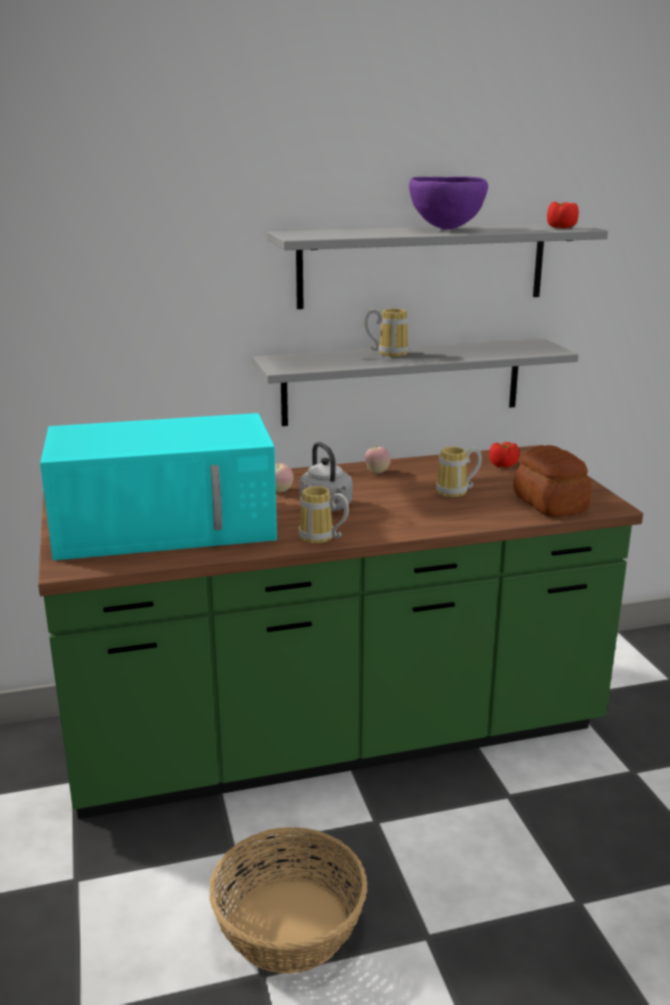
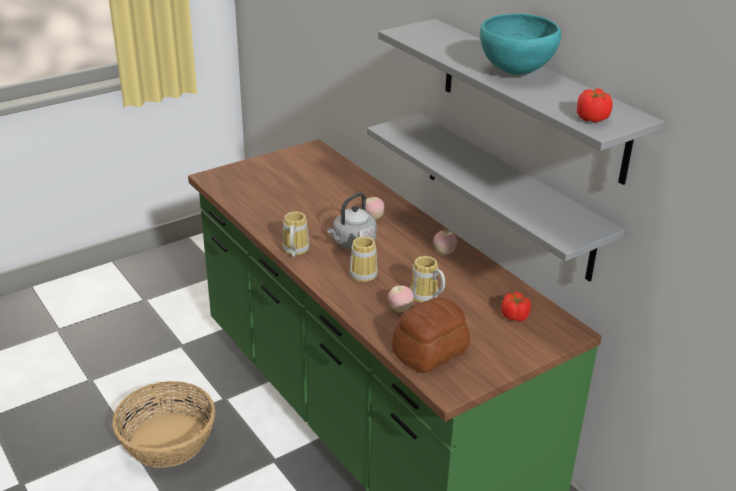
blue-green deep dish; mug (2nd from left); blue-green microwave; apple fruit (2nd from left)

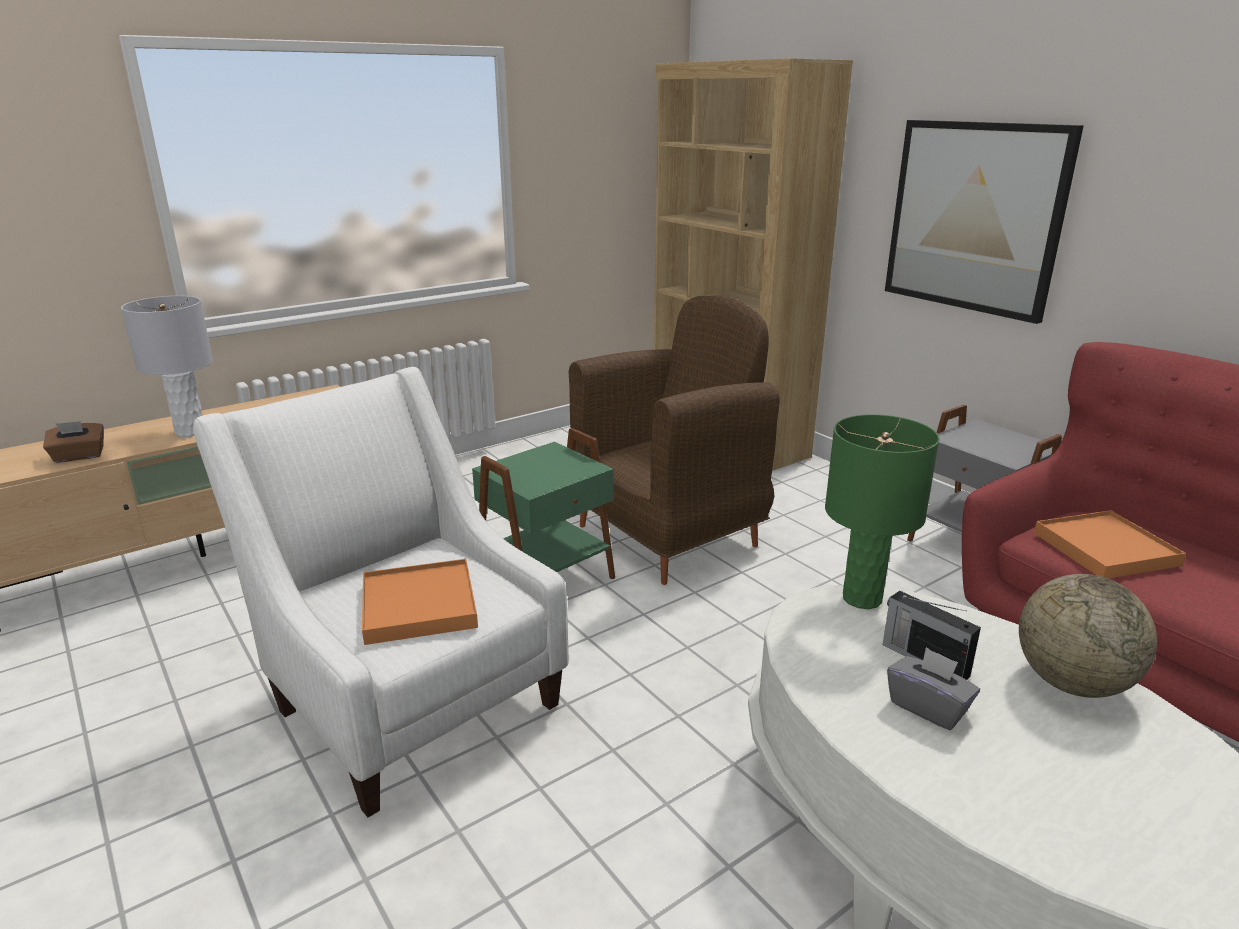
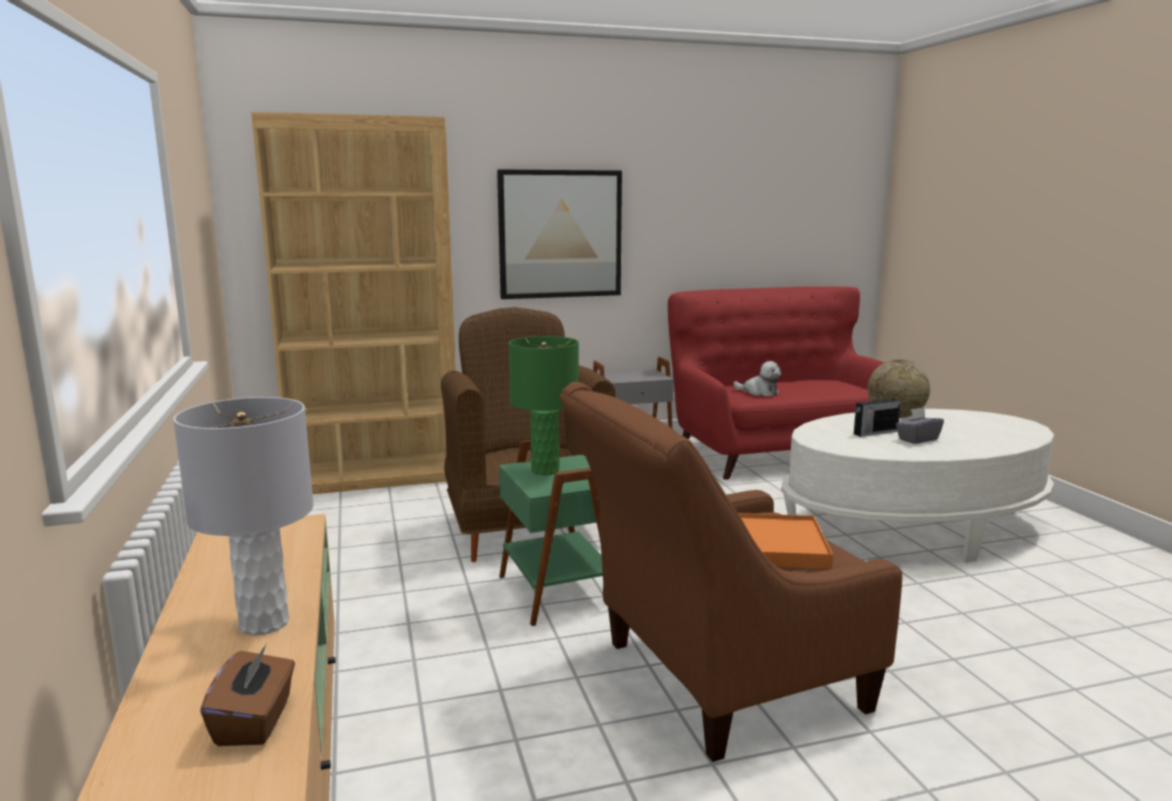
brownish lounge chair (2nd from left); green-coloured tabletop lamp; cuddly toy

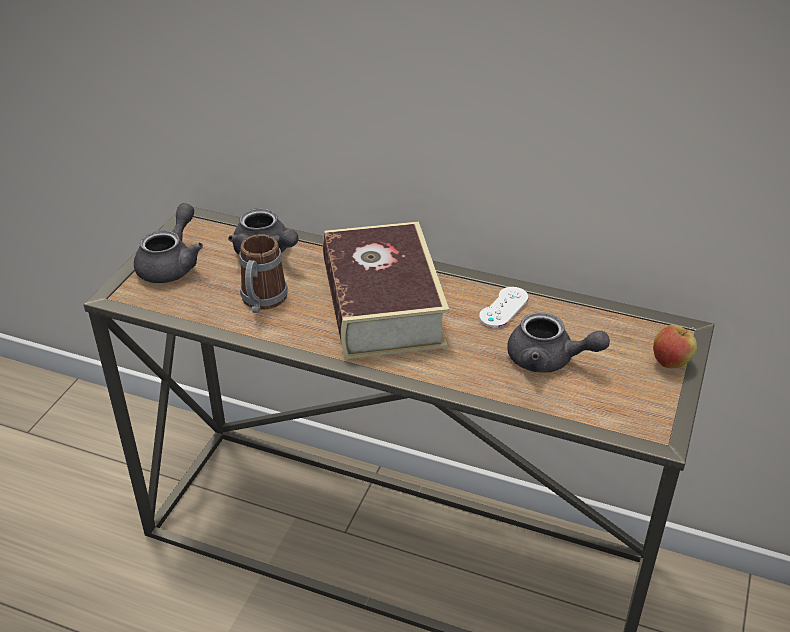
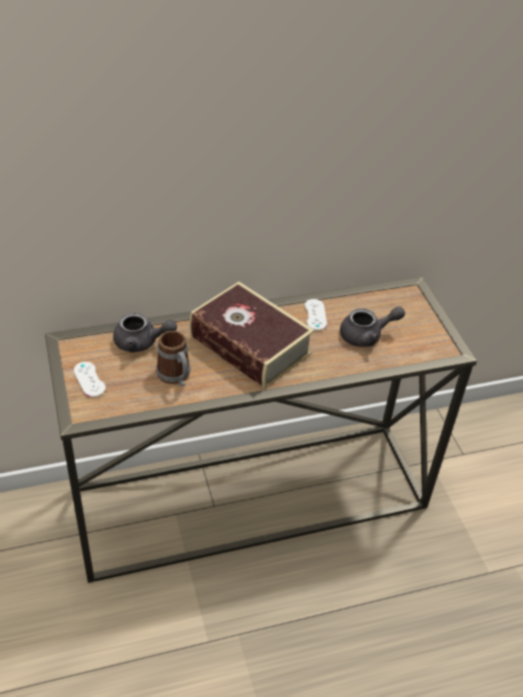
white gamepad (1st from left); apple fruit

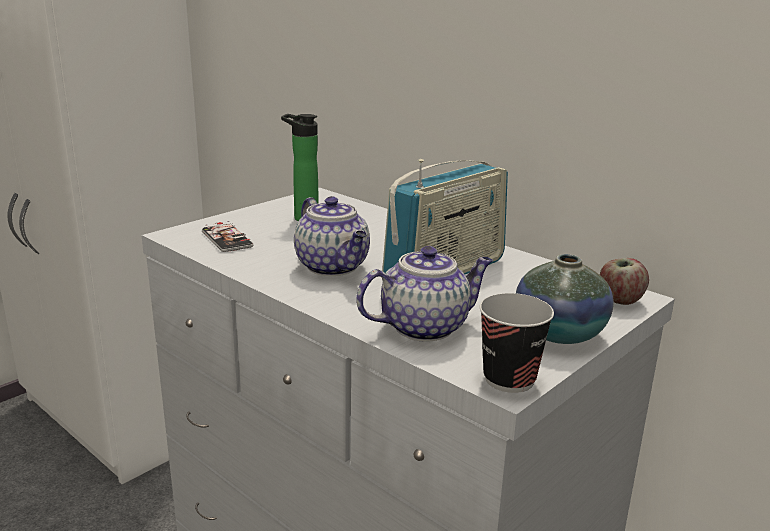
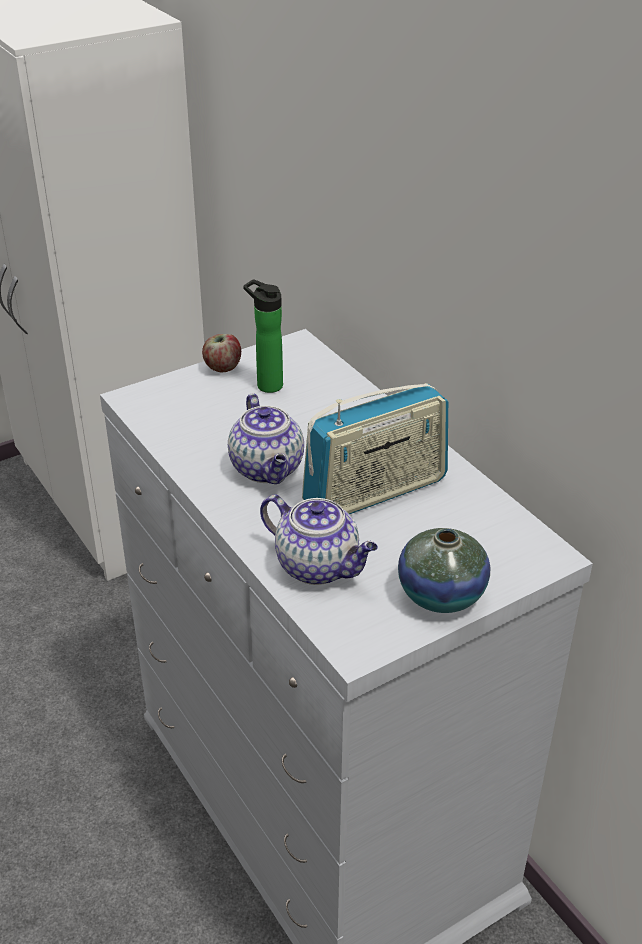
telephone; tea pot (2nd from left); apple fruit; small cup

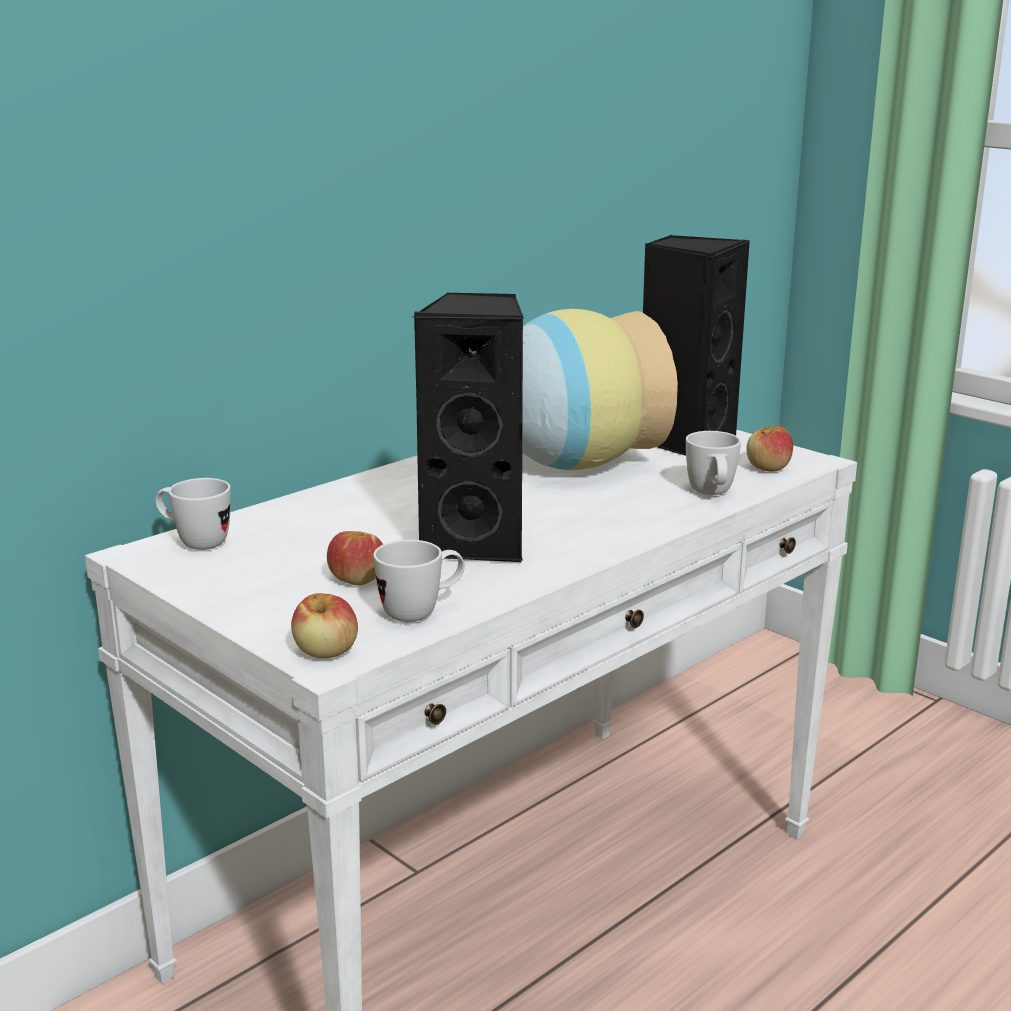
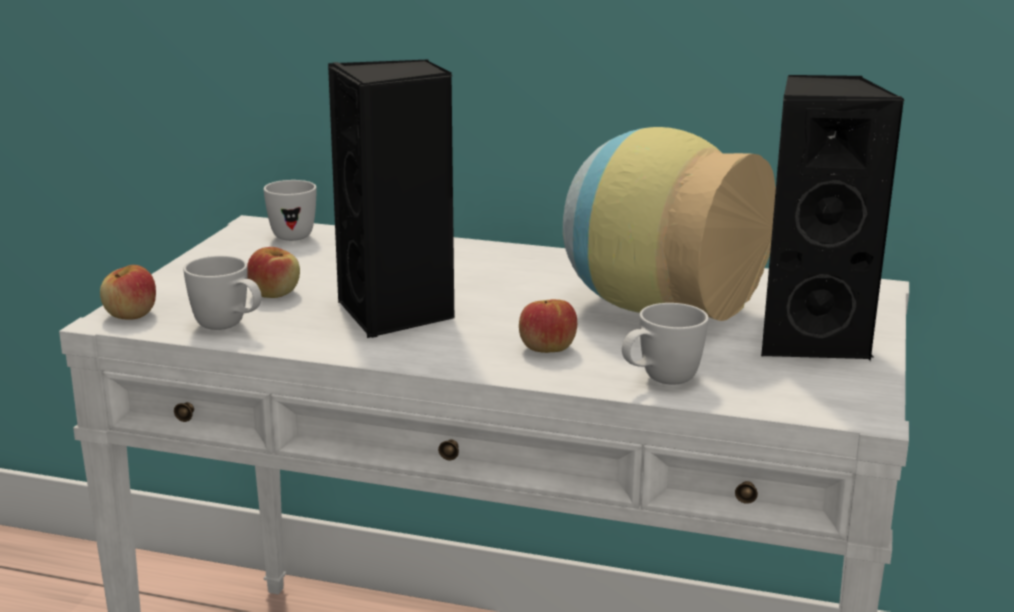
apple fruit (3rd from left)

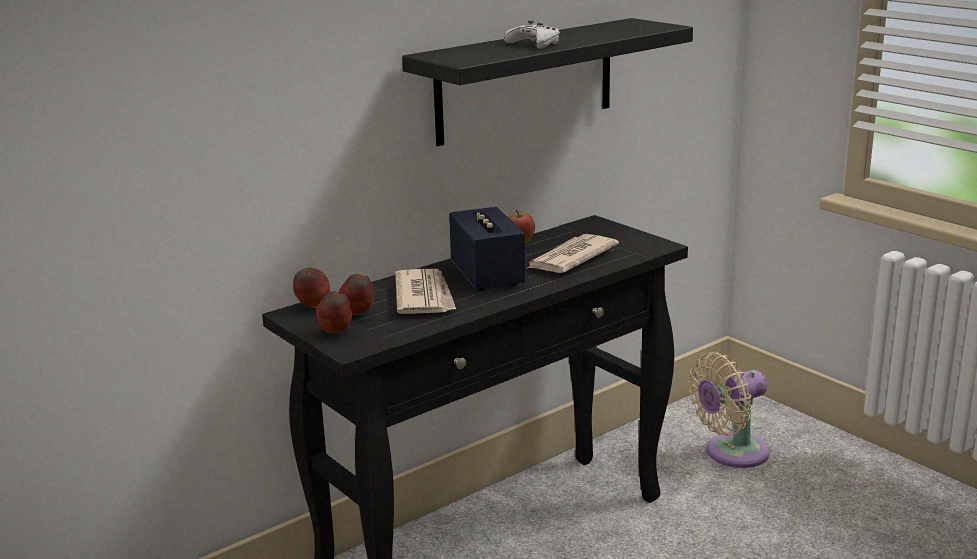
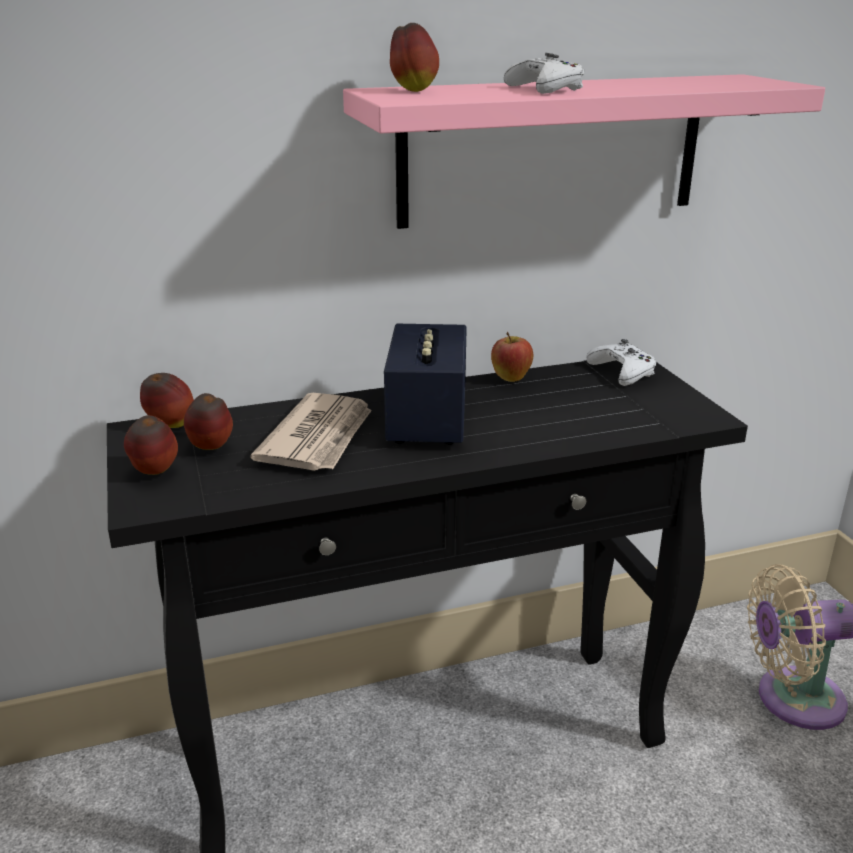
pinkish shelf; printed paper (2nd from left in the first image); apple fruit (4th from left); white gamepad (2nd from left)

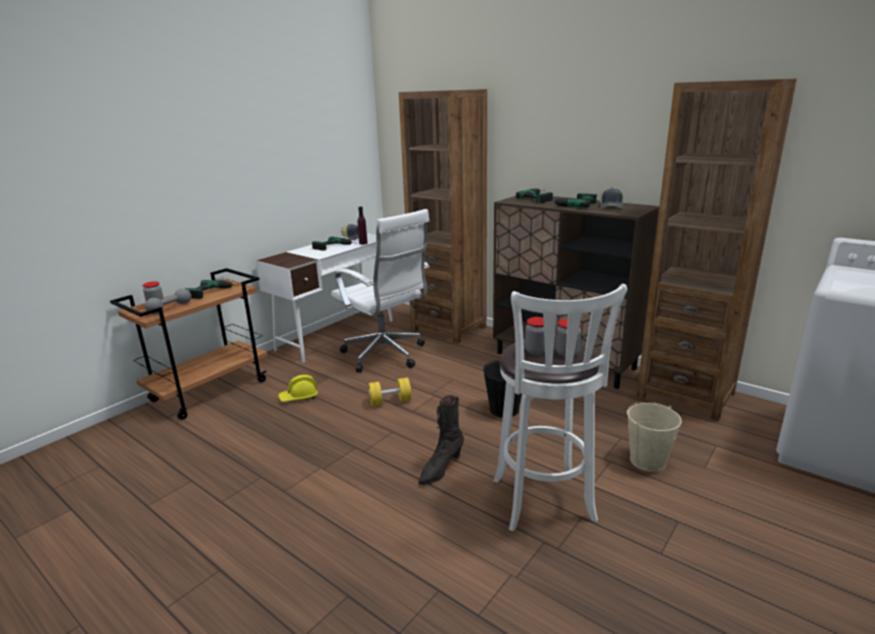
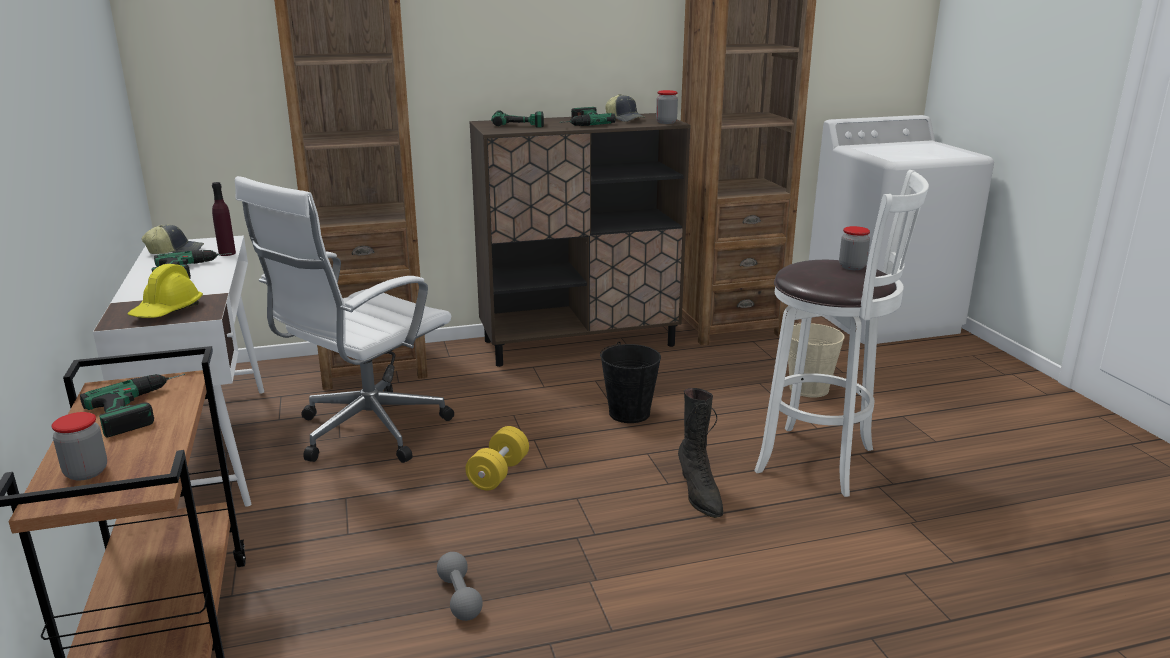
white computer chair; greyish dumbbell; storage jar (2nd from left); yellowish hard hat

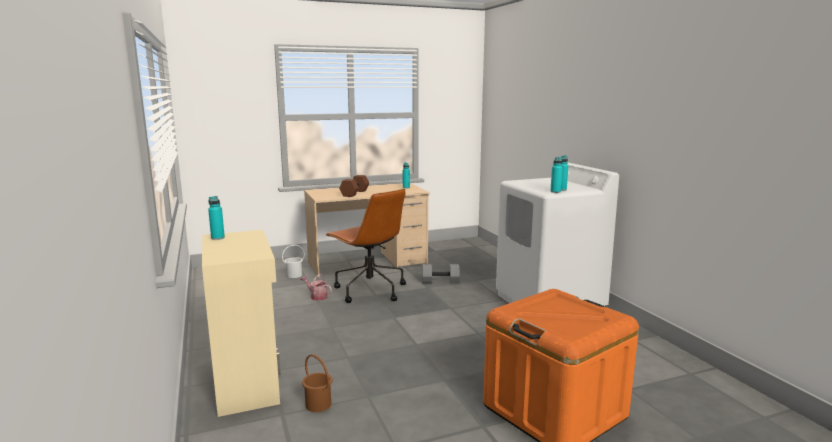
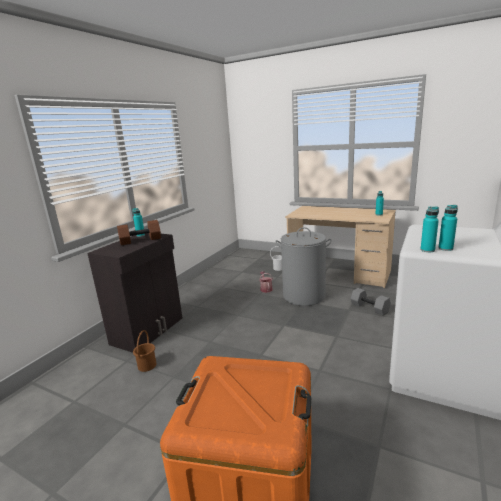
brownish dumbbell; greyish laundry basket; black-coloured cupboard

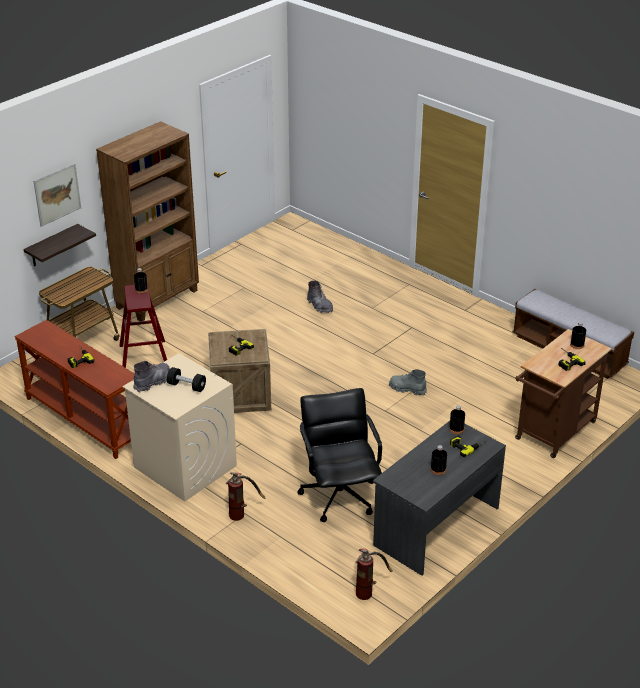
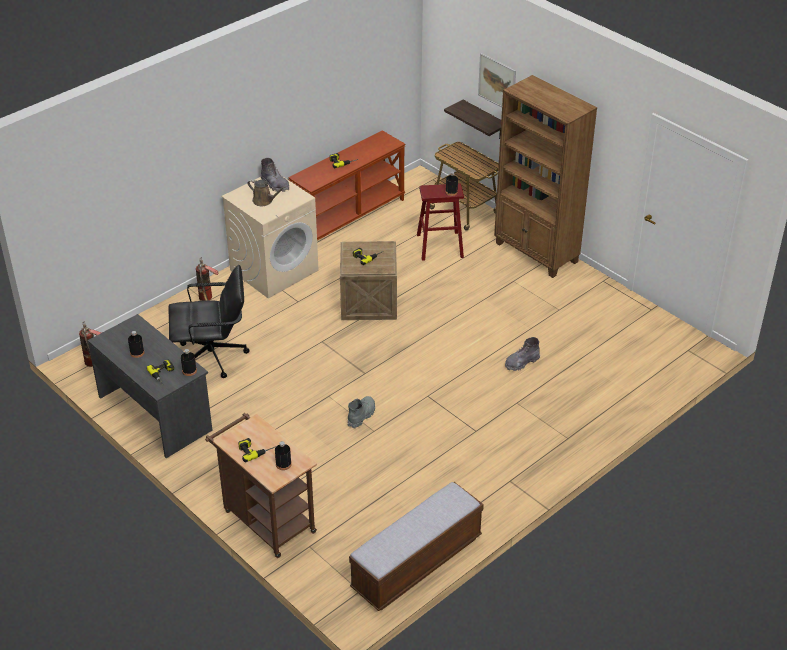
brownish watering can

